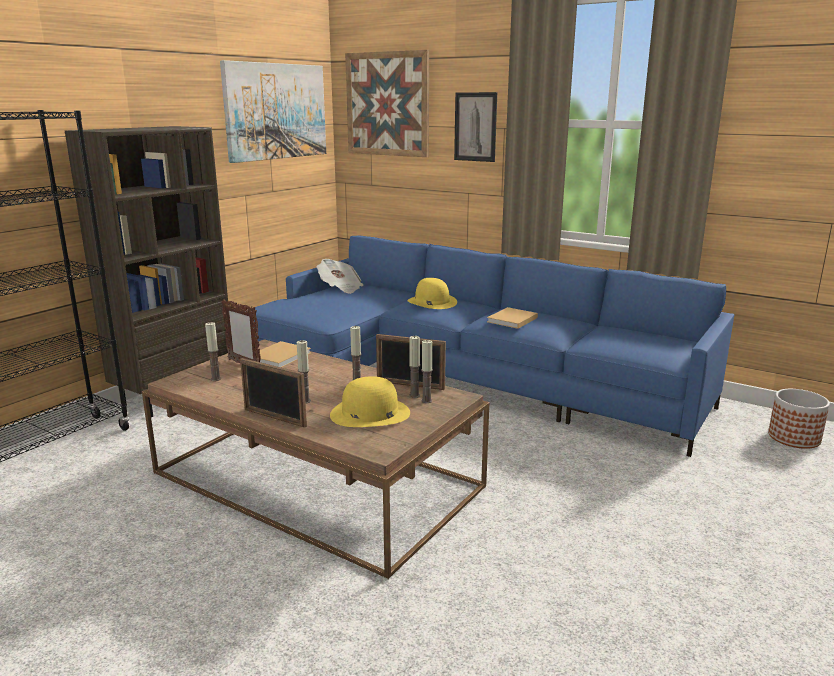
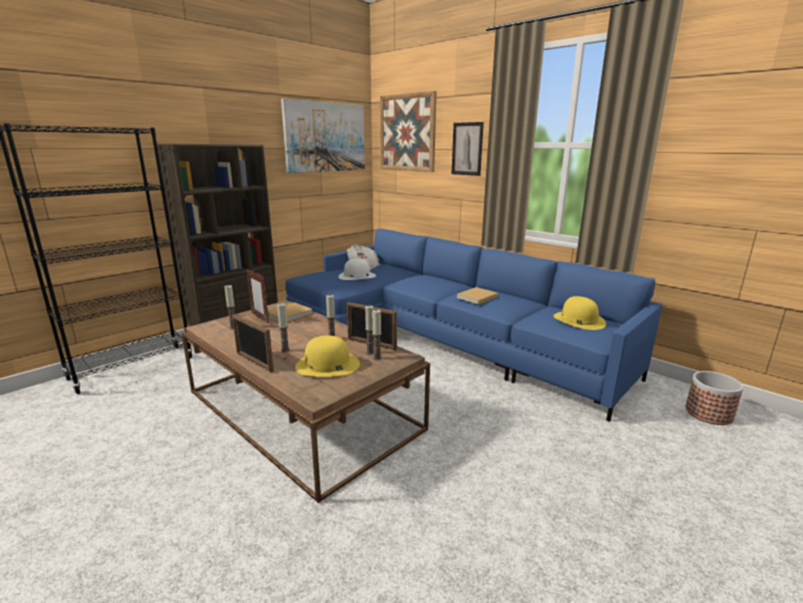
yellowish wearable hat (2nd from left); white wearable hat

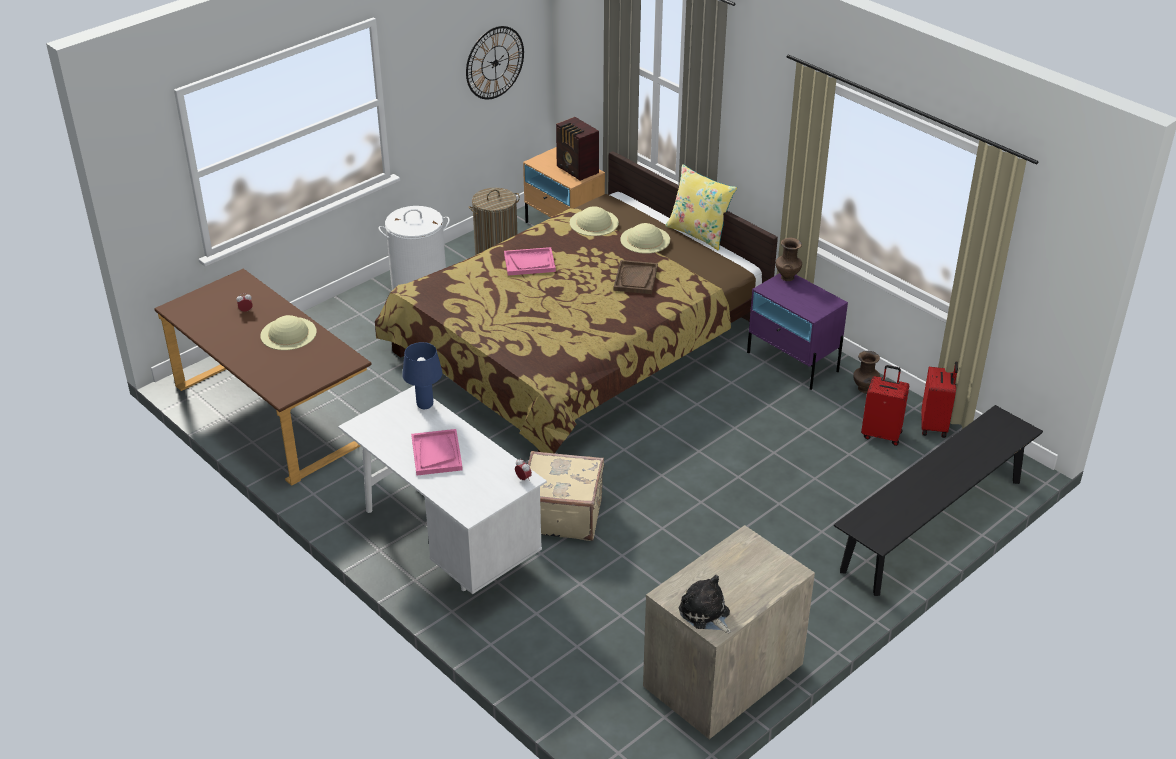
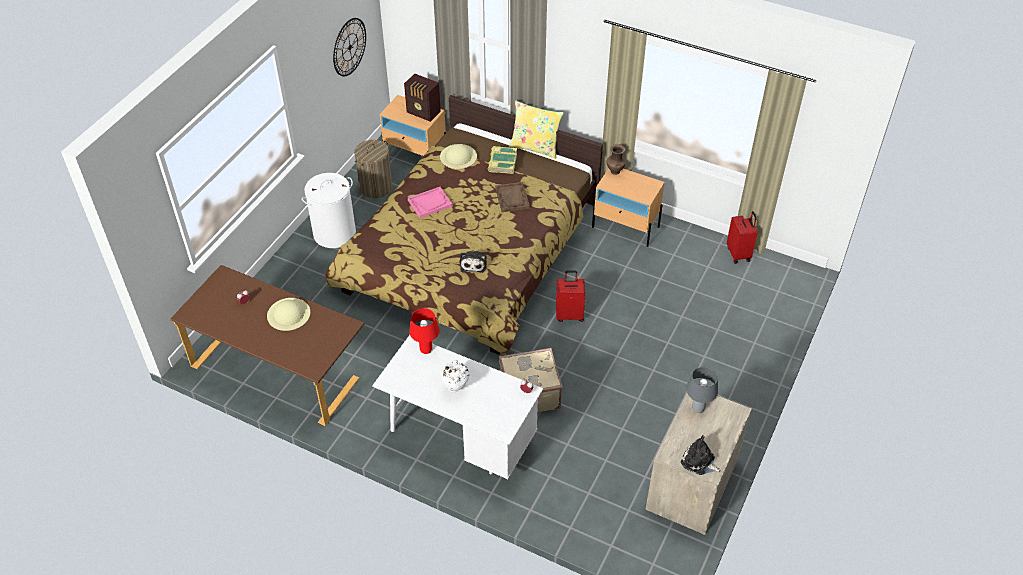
volume; sand-coloured bedside table (2nd from left); reddish tabletop lamp; brownish flower vase (2nd from left in the first image); reddish suitcase (1st from left); black-coloured bench; white flower vase; cuddly toy (1st from left); greyish tabletop lamp

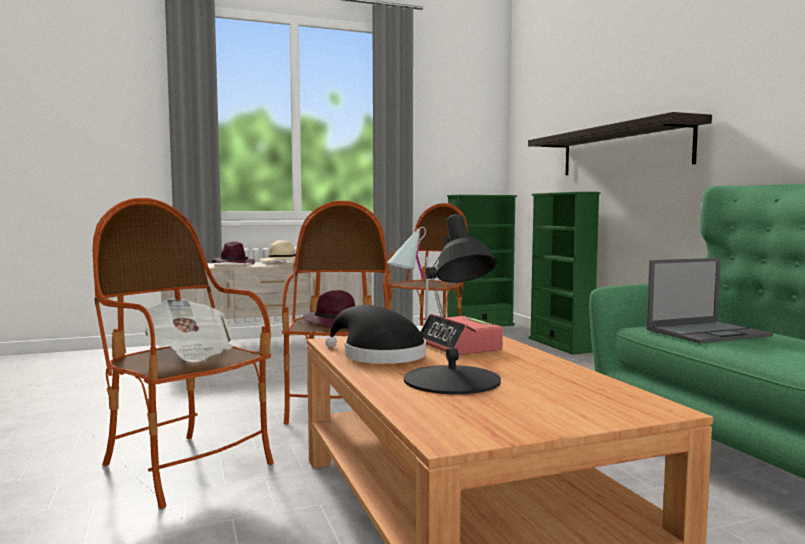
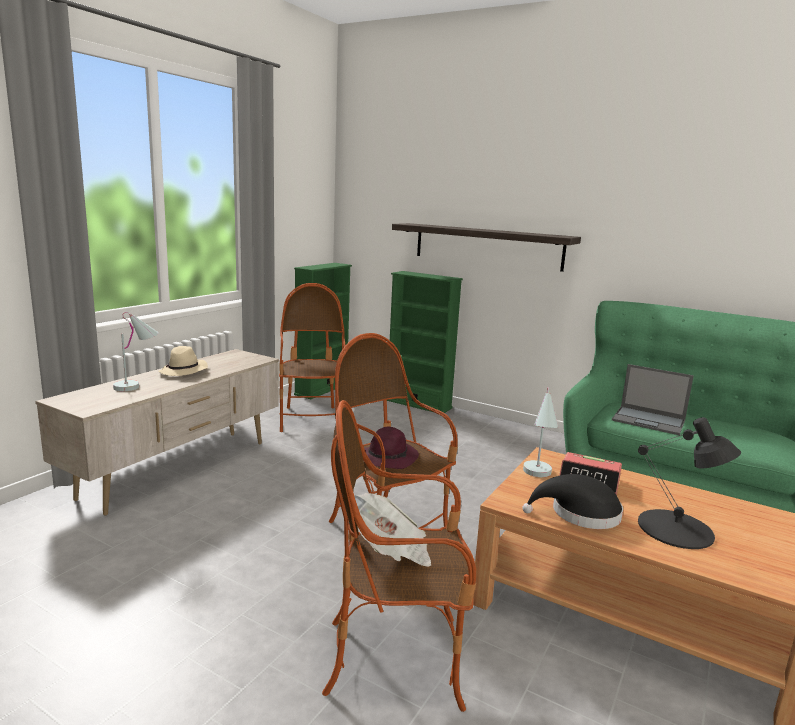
white tabletop lamp (1st from left); laptop

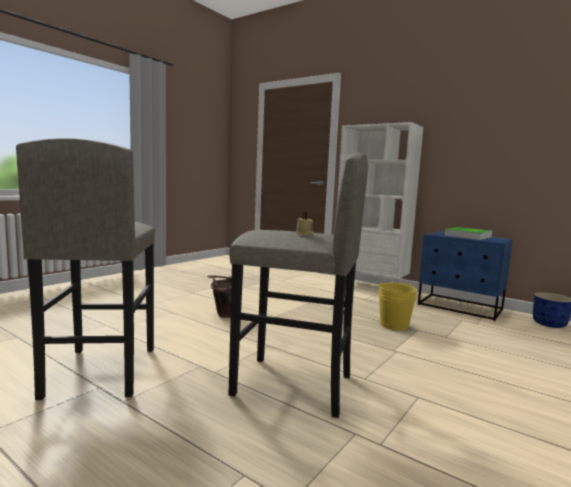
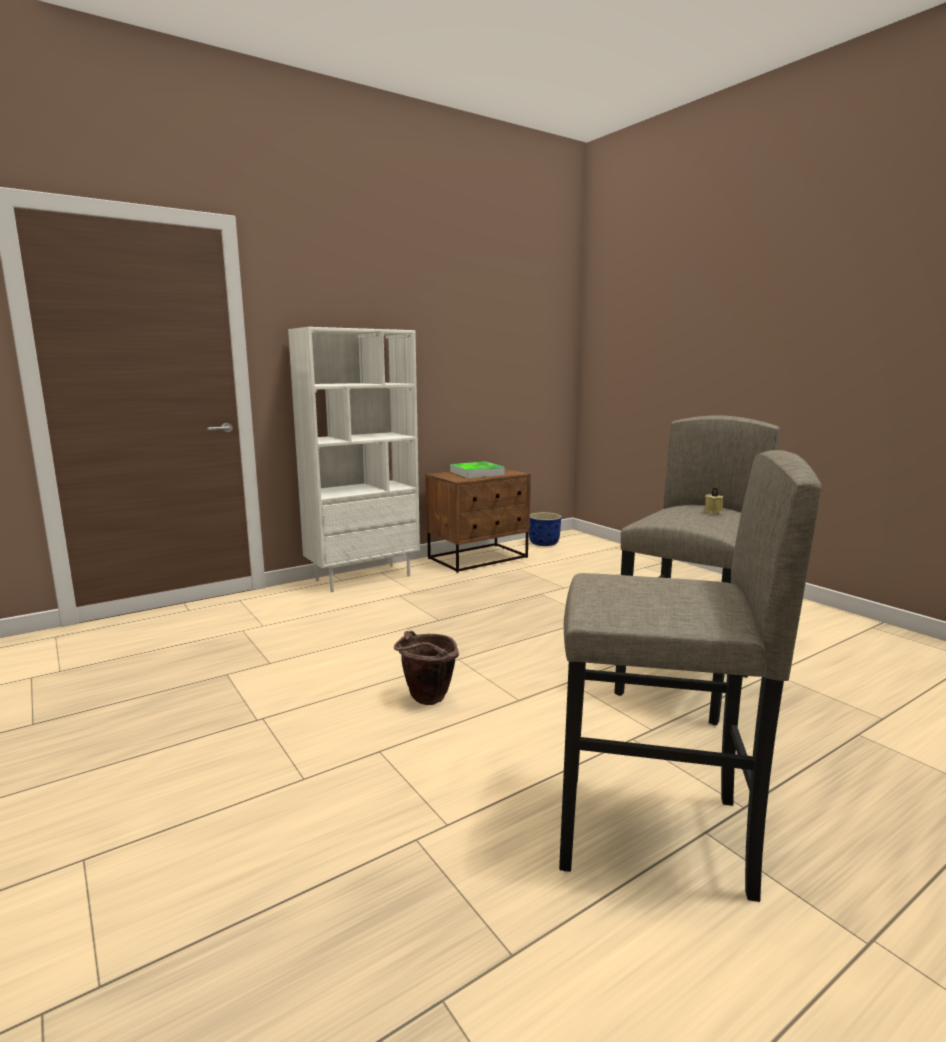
brownish bedside table; yellowish bucket

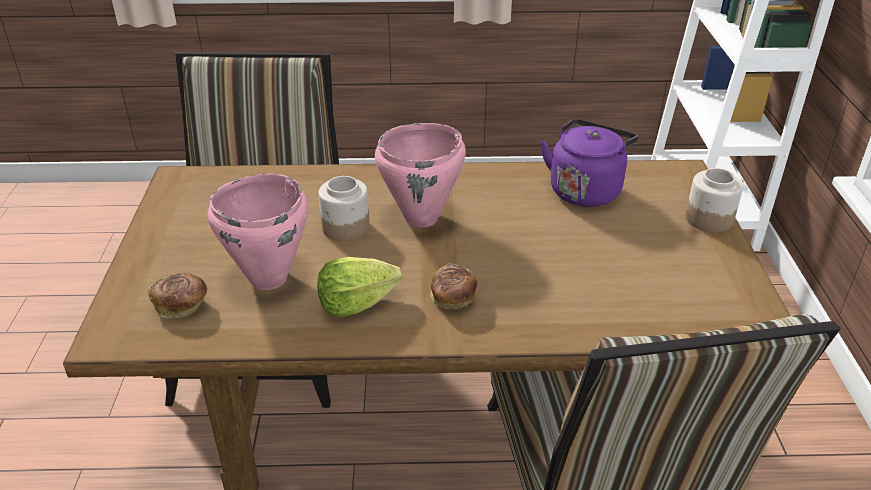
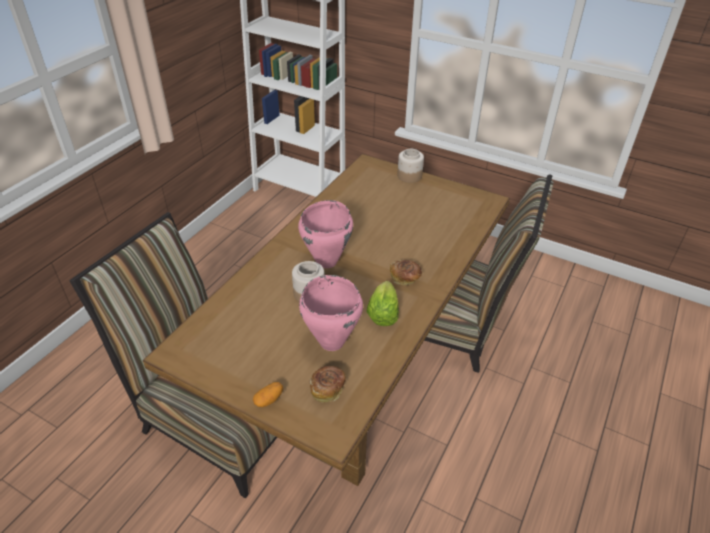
purple-coloured tea kettle; potato

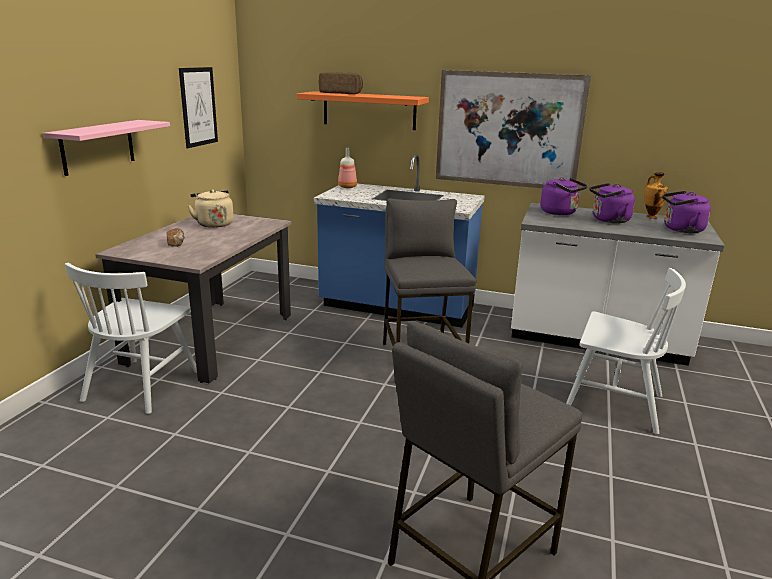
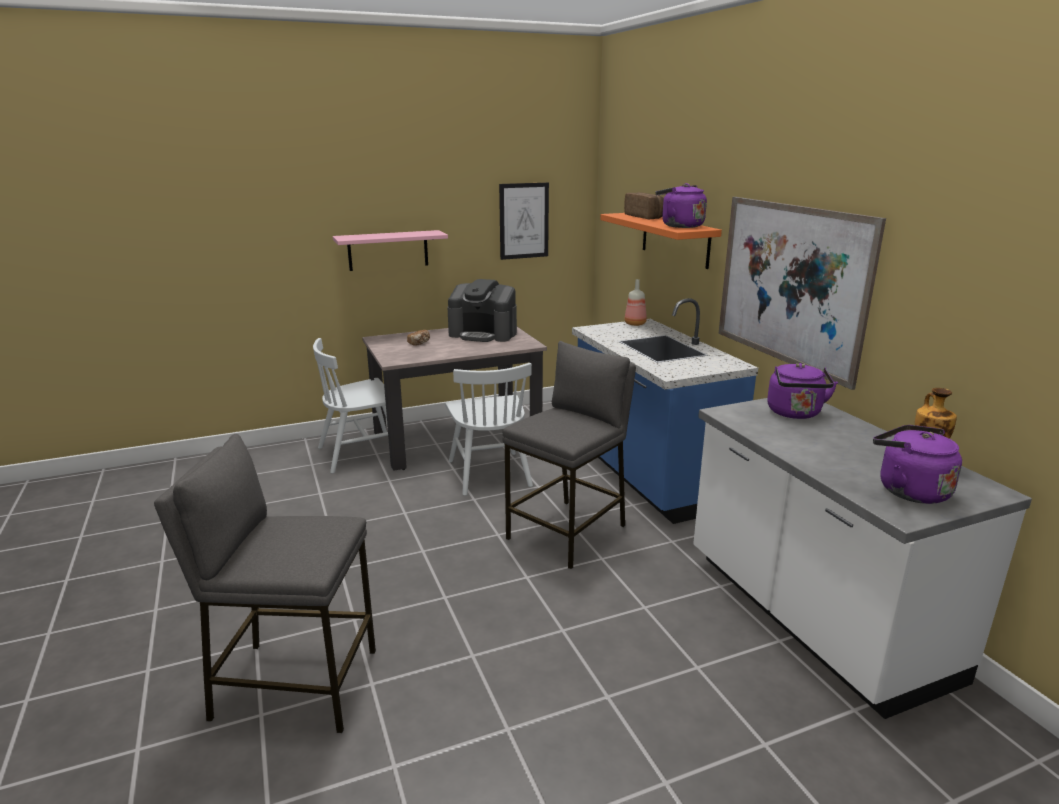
purple-coloured tea kettle (1st from left); coffee machine; white plain chair (2nd from left)

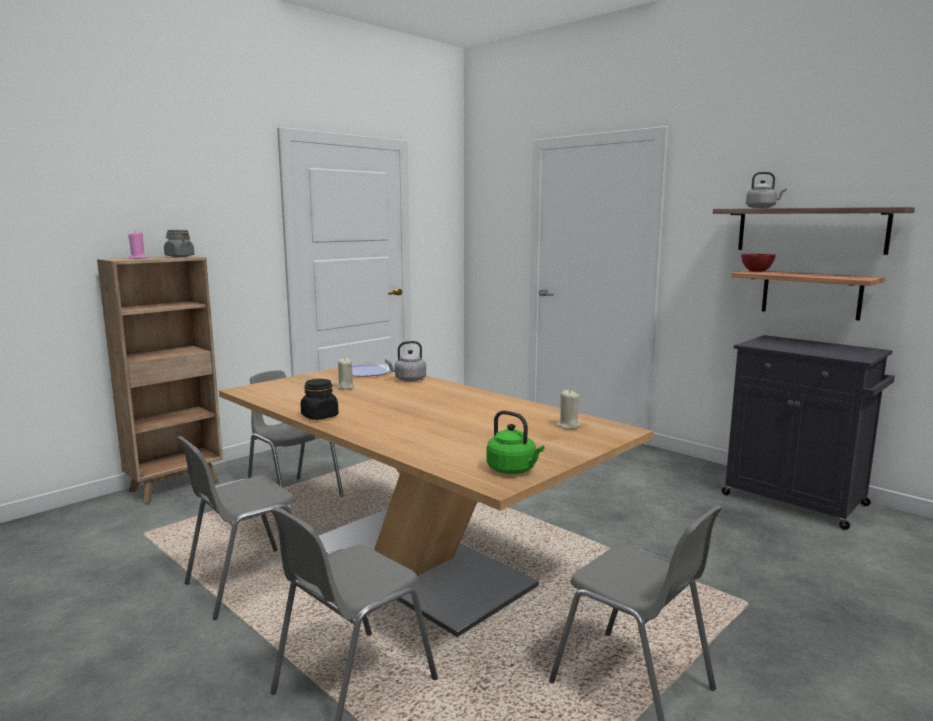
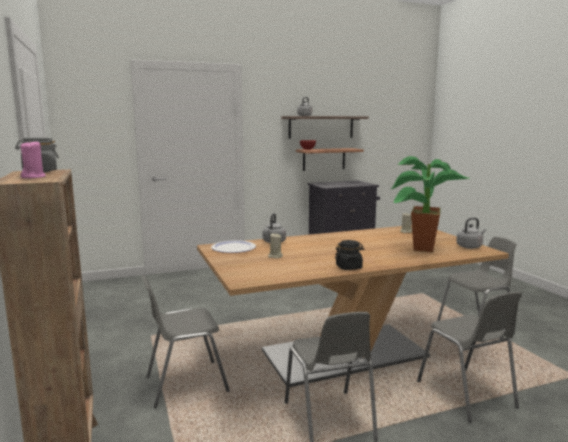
greyish tea kettle (3rd from left); houseplant

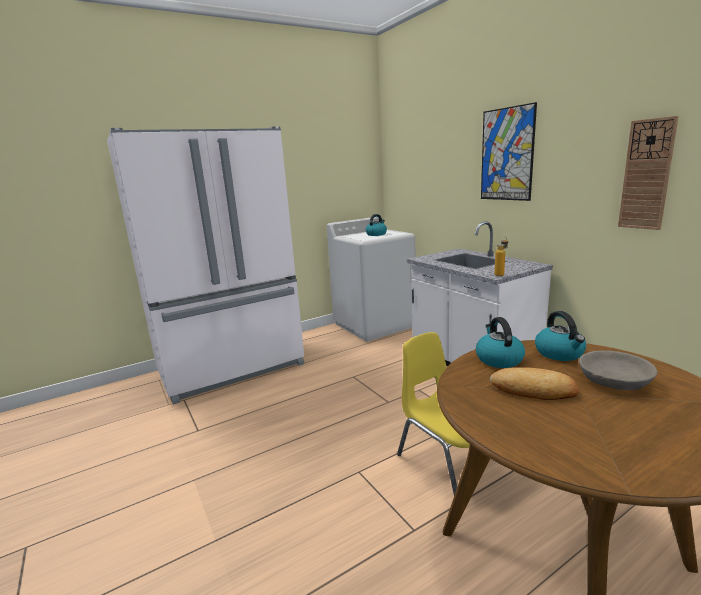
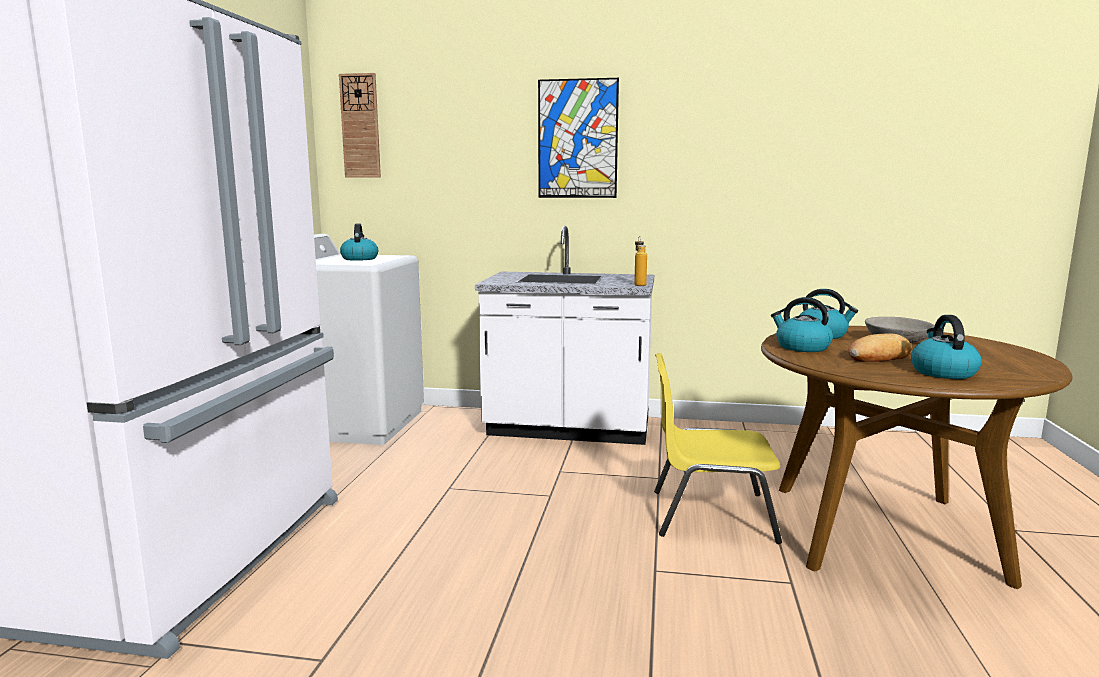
clock on the wall; tea kettle (4th from left)

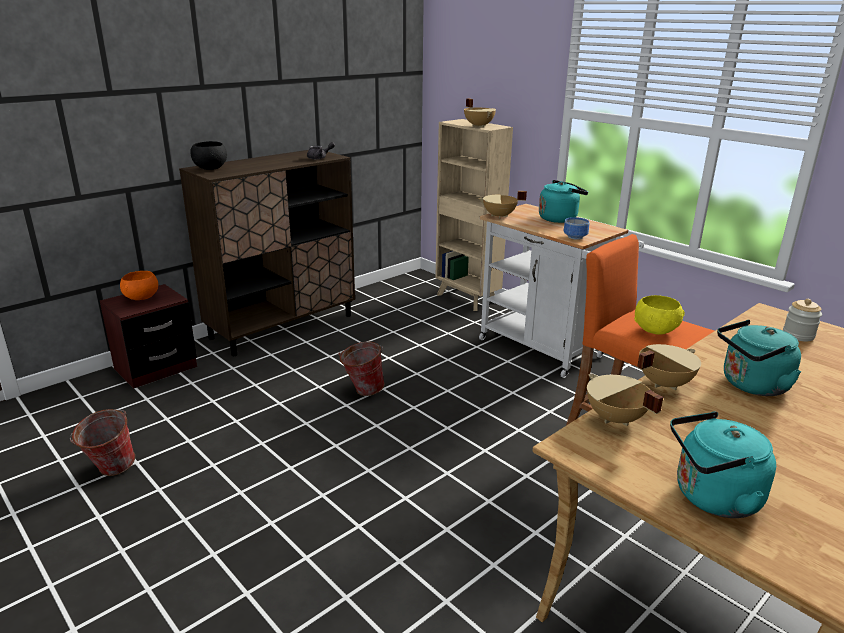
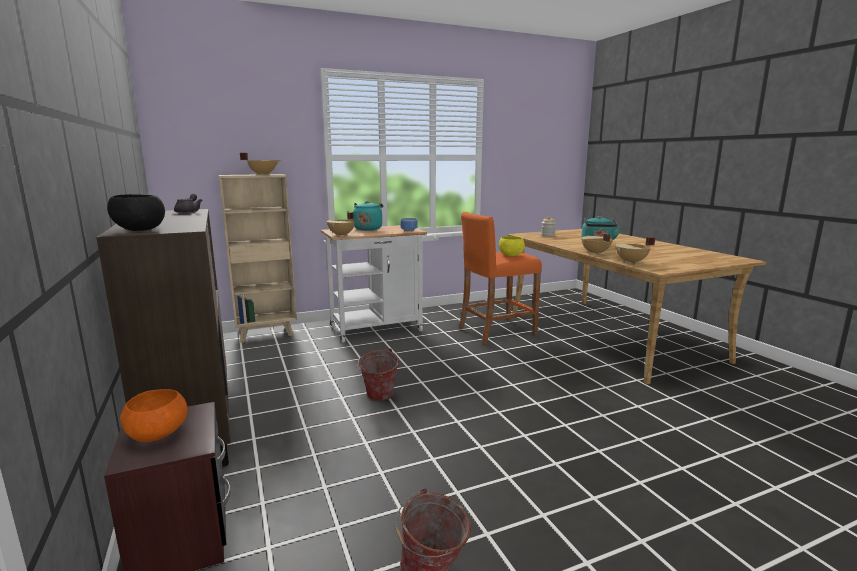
blue-green tea kettle (2nd from left in the first image)

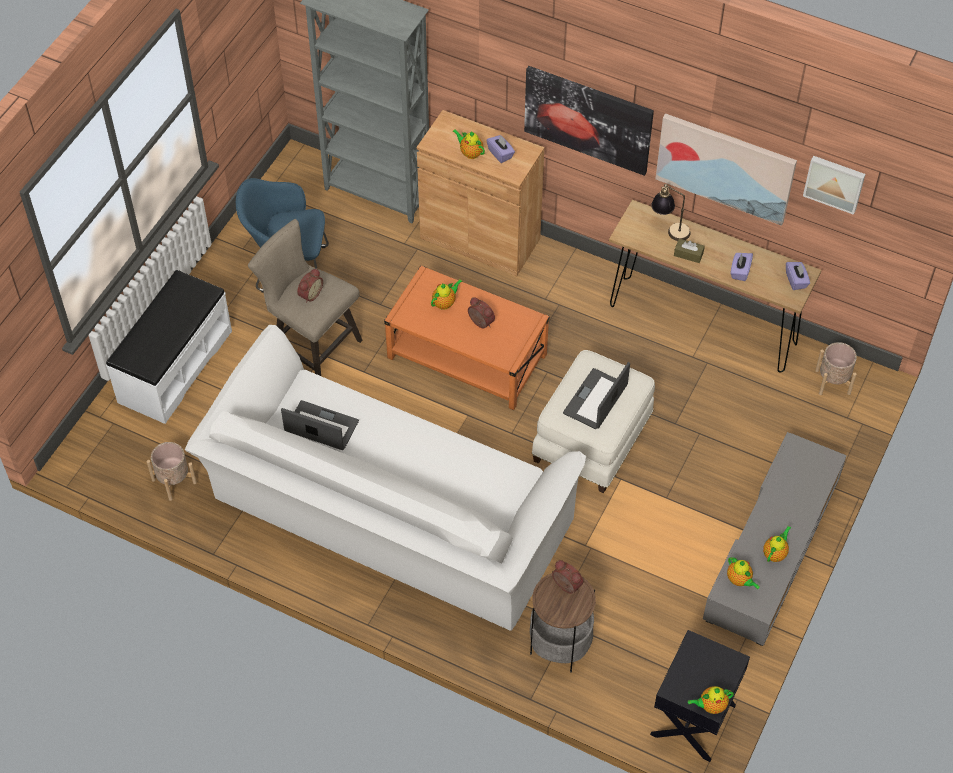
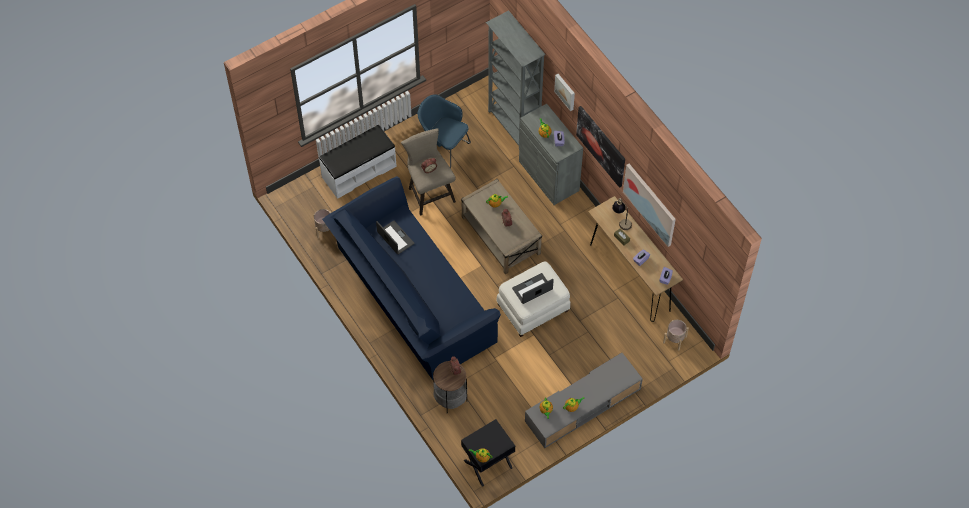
greyish cupboard; wall picture (1st from left); sand-coloured lounge table; blue couch

